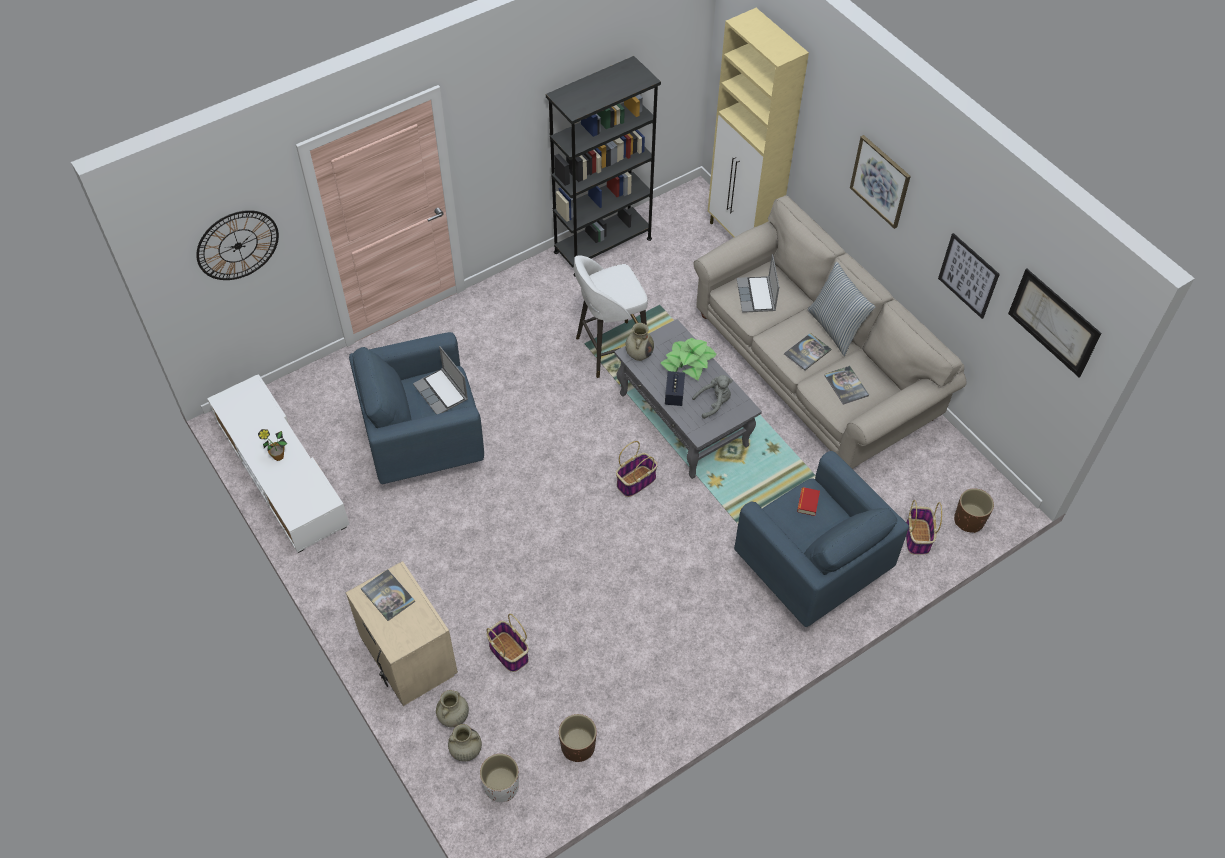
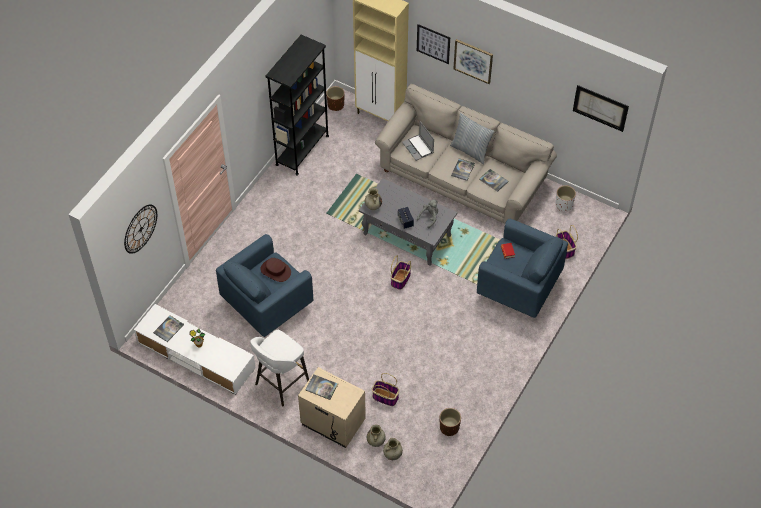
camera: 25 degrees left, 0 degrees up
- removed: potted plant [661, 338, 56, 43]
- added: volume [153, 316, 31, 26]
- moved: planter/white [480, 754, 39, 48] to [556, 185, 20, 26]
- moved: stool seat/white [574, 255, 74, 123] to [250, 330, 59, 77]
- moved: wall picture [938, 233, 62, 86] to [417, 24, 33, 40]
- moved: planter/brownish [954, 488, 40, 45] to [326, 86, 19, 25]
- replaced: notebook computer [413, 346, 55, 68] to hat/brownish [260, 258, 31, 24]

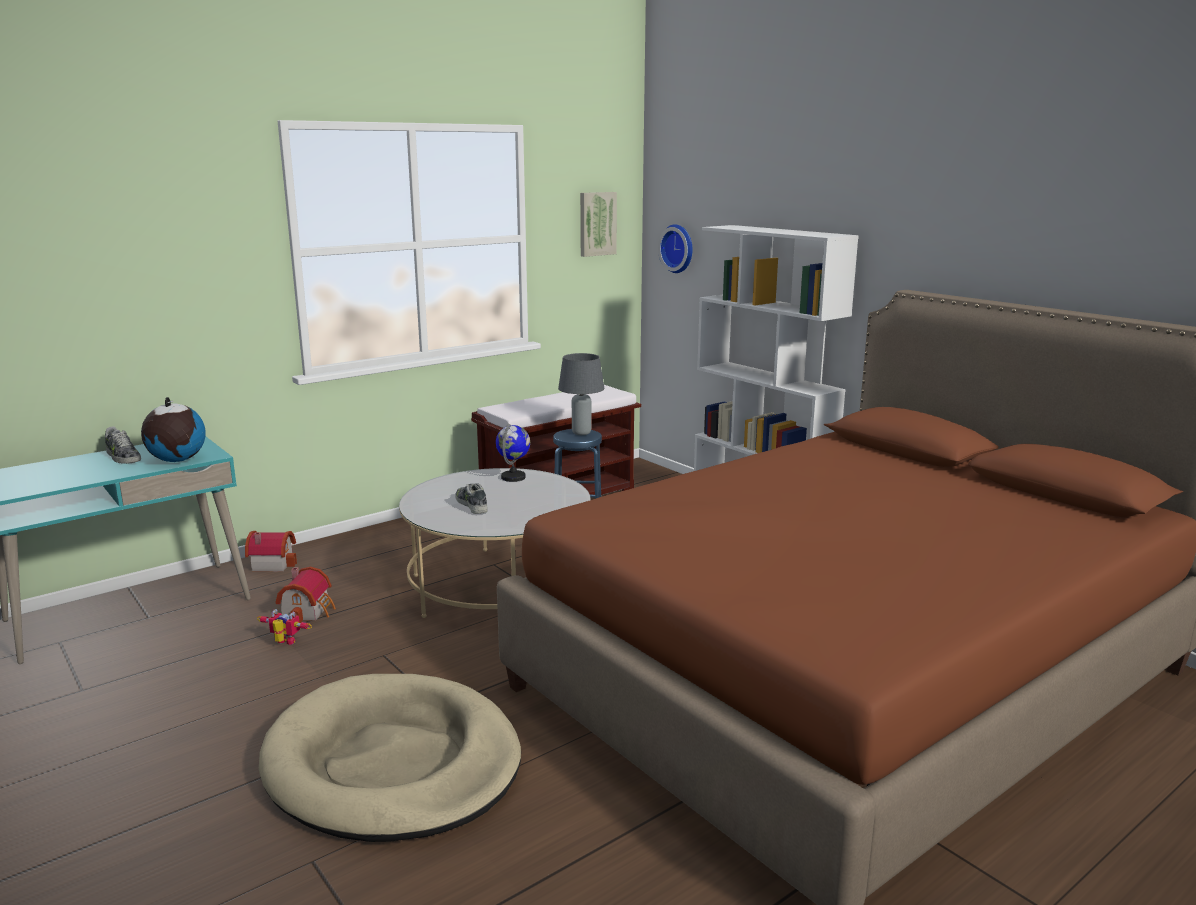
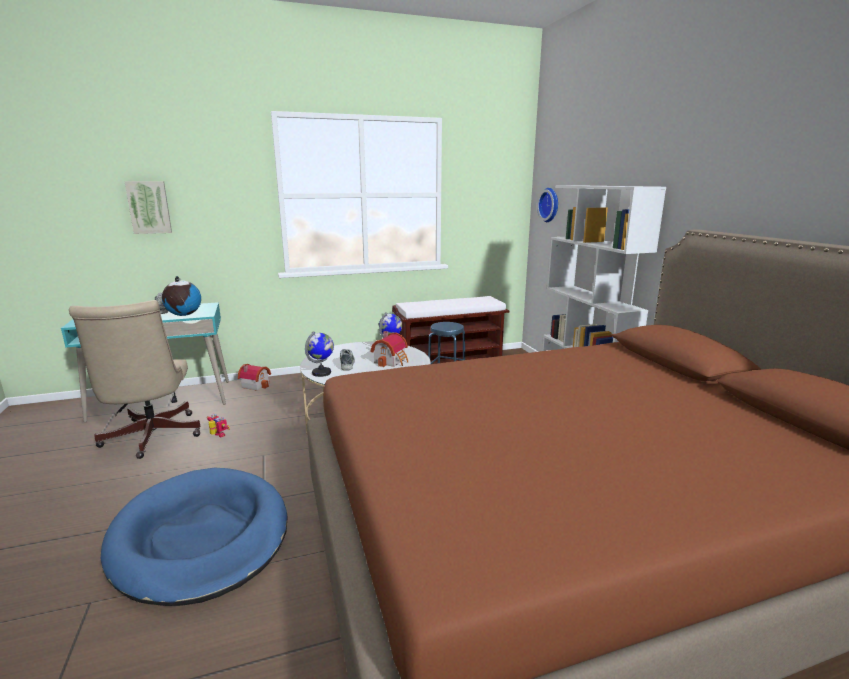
camera: 20 degrees right, 0 degrees up
- removed: table lamp/greyish [558, 353, 47, 82]
- added: office chair/beige-coloured [69, 300, 131, 159]
- added: globe [305, 331, 29, 46]
- moved: model house [276, 567, 60, 56] to [370, 331, 38, 36]
- moved: wall picture [580, 192, 37, 65] to [124, 181, 48, 53]
- recoloured: dog bed/beige-coloured [259, 674, 262, 168] to dog bed/bluish [101, 467, 187, 139]

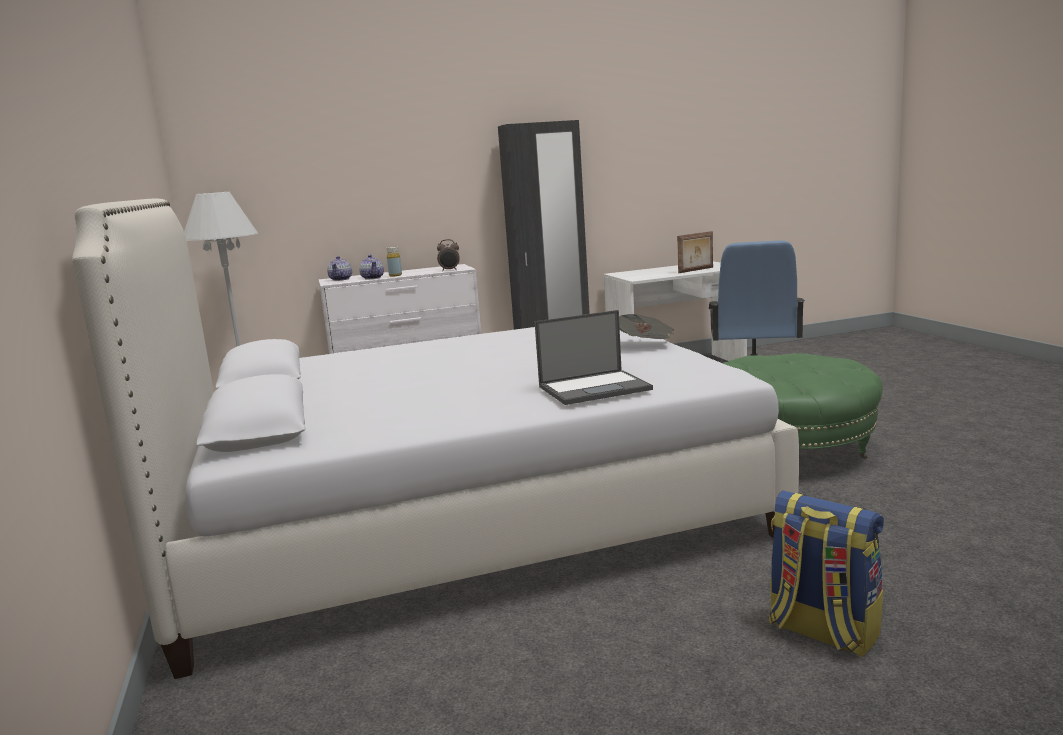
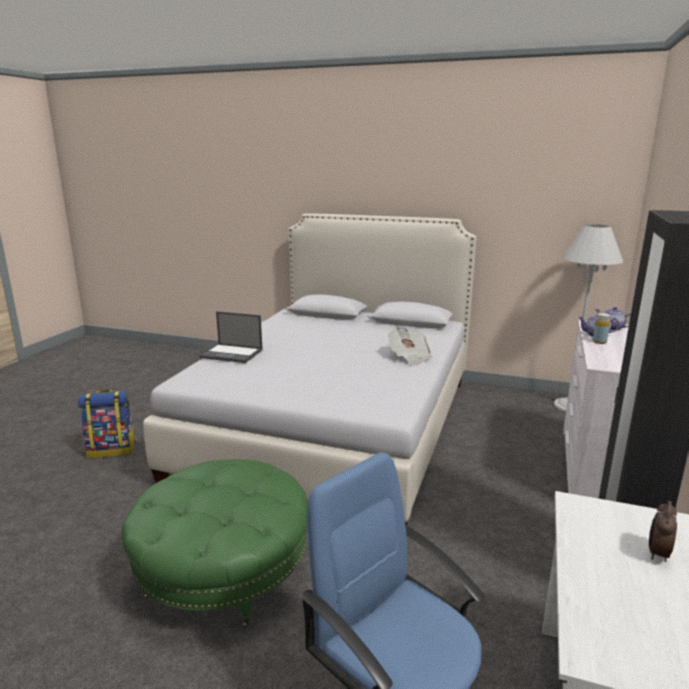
camera: 125 degrees right, 5 degrees up
- removed: photo frame [677, 231, 36, 42]
- moved: alarm clock [437, 239, 23, 32] to [649, 501, 28, 61]
- moved: printed paper [619, 314, 55, 25] to [388, 326, 44, 40]
- turned: notebook computer [535, 310, 118, 95] = [199, 311, 64, 52] 90 degrees counterclockwise

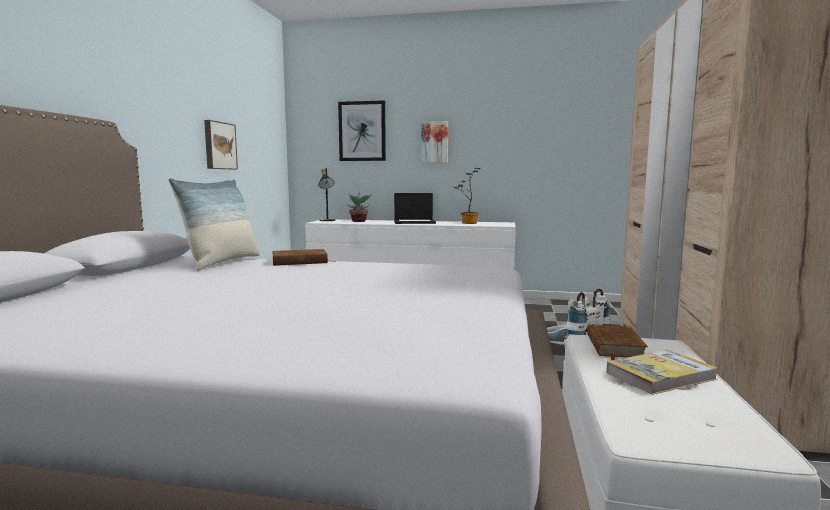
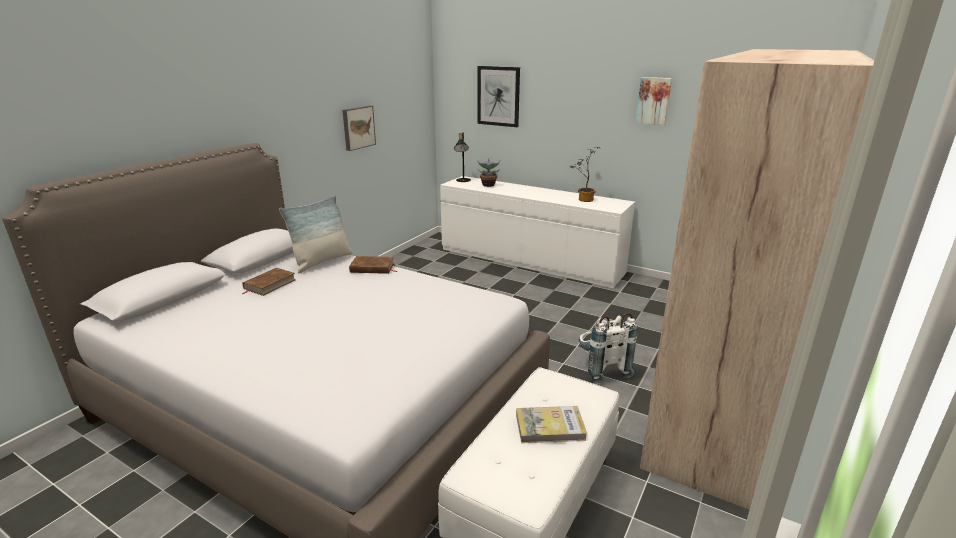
camera: 20 degrees right, 15 degrees up
- removed: notebook computer [394, 193, 42, 31]
- moved: wall picture [421, 121, 27, 42] to [636, 77, 36, 48]
- moved: volume/brownish [587, 324, 61, 36] to [242, 268, 54, 28]

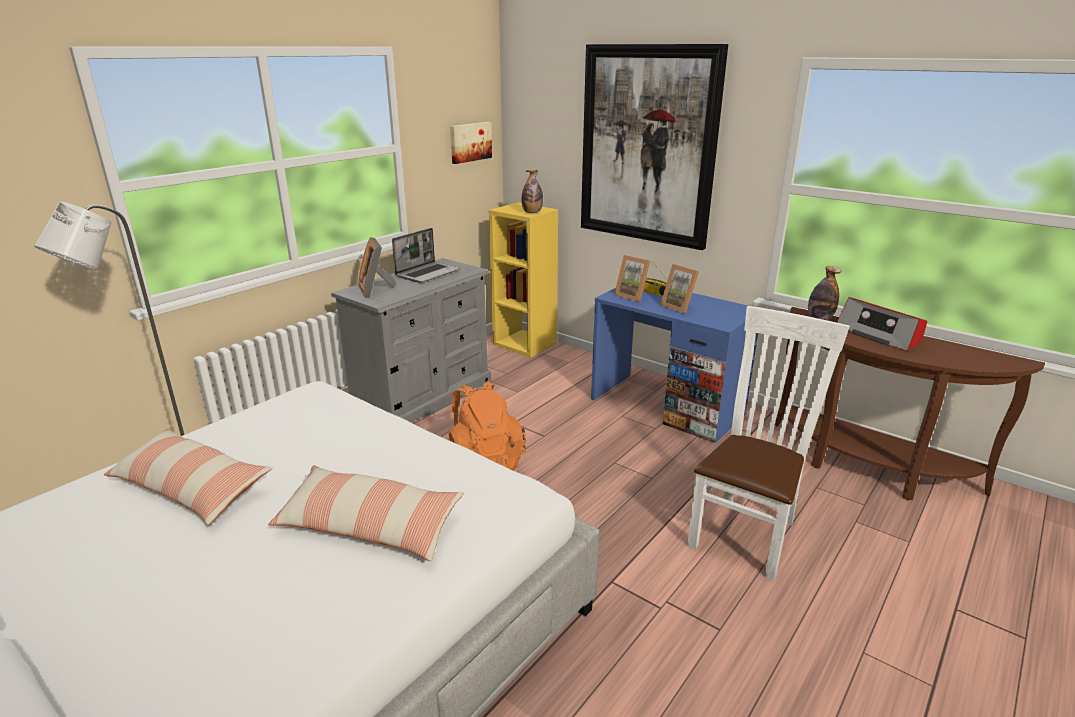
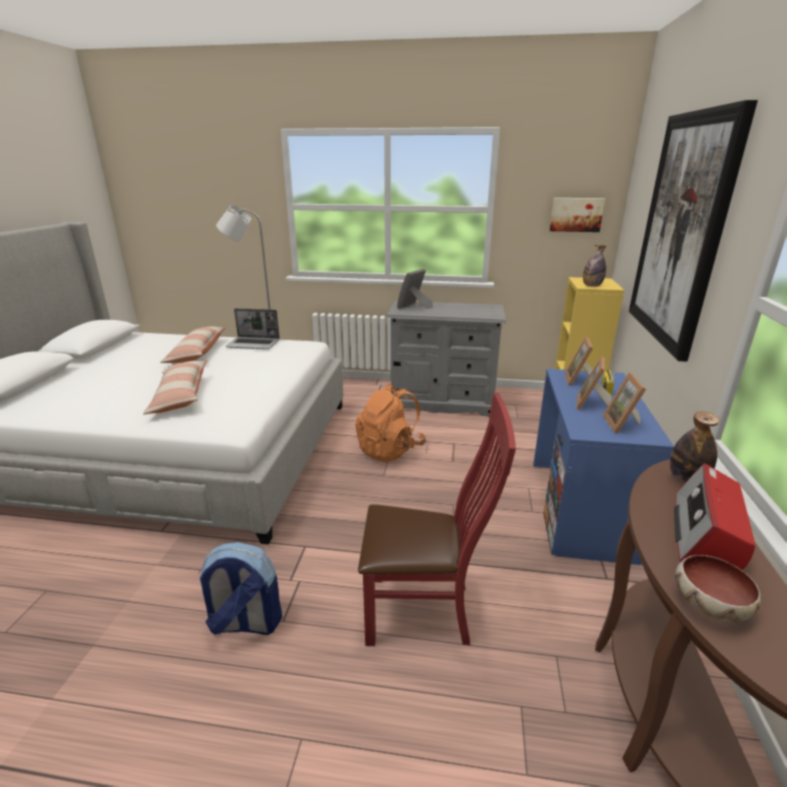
camera: 60 degrees right, 0 degrees up
- added: rucksack [198, 542, 84, 93]
- added: photo frame [603, 373, 43, 61]
- added: bowl [675, 555, 86, 67]
- moved: notebook computer [392, 228, 68, 55] to [226, 308, 54, 41]
- recoloured: upright chair/white [687, 306, 163, 275] to upright chair/red-coloured [358, 393, 158, 253]

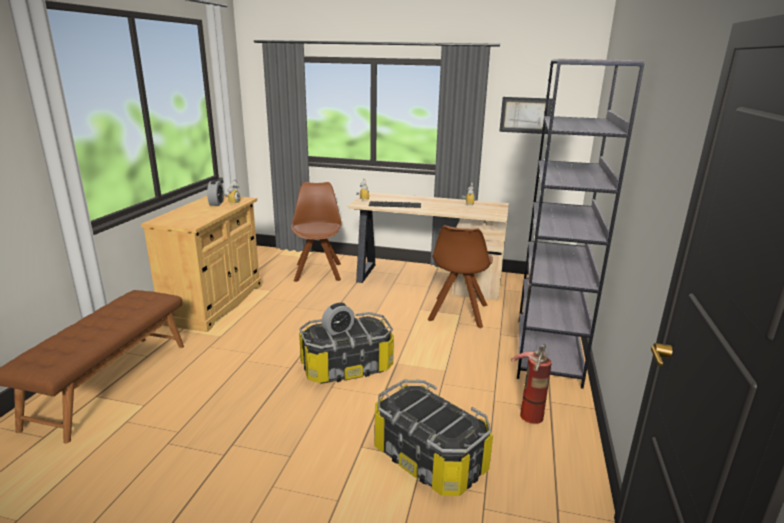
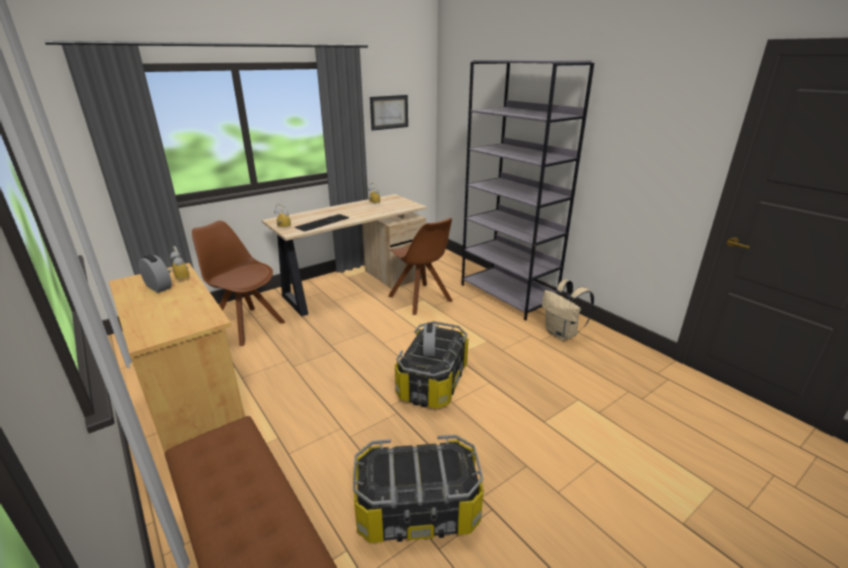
camera: 50 degrees left, 5 degrees up
- moved: storage container [374, 380, 119, 116] to [353, 435, 131, 108]
- replaced: fire-fighting cylinder [511, 344, 40, 80] to rucksack/beige-coloured [542, 279, 52, 62]

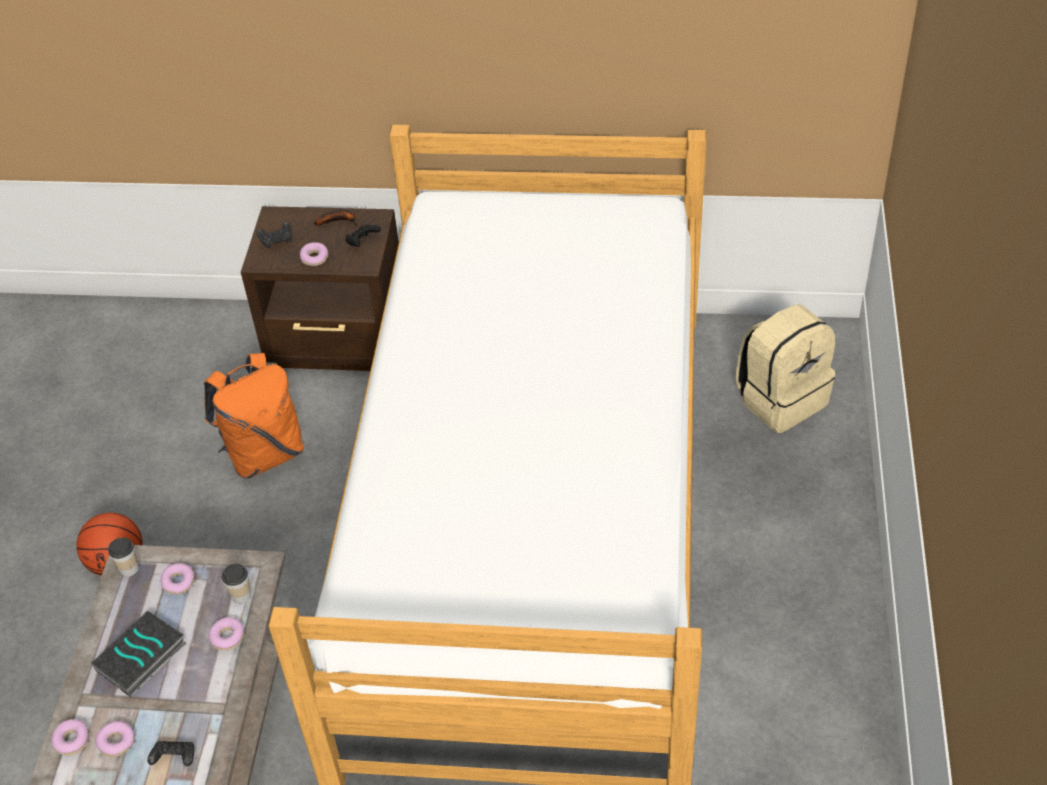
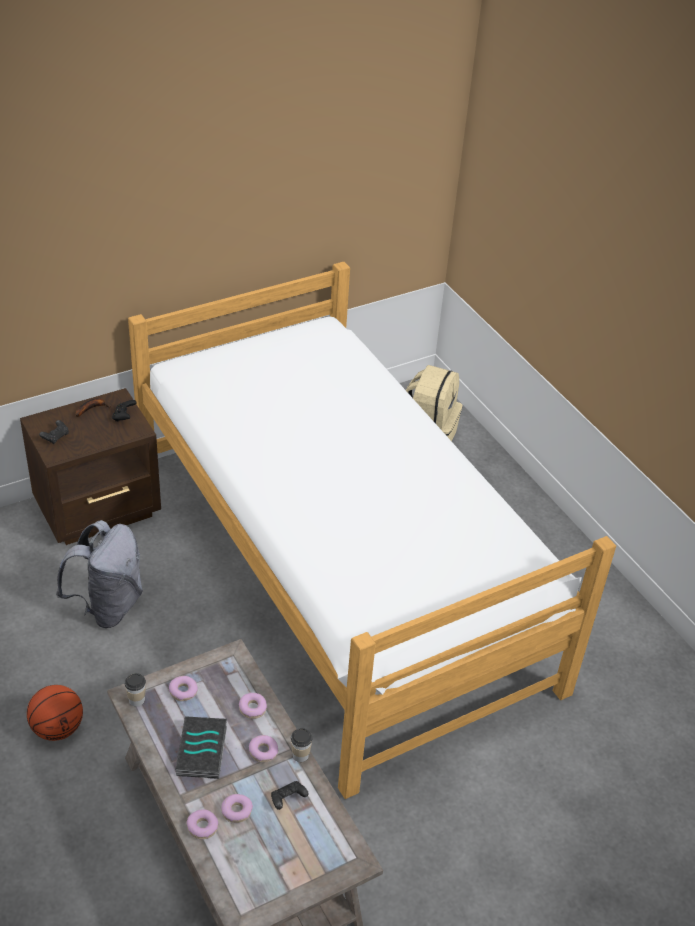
camera: 40 degrees left, 5 degrees down
- moved: small cup [222, 564, 29, 39] to [291, 728, 21, 34]
- moved: doughnut [300, 242, 28, 24] to [249, 735, 29, 27]
- recoloured: rucksack/orange [204, 353, 100, 126] to rucksack/greyish [56, 520, 87, 108]

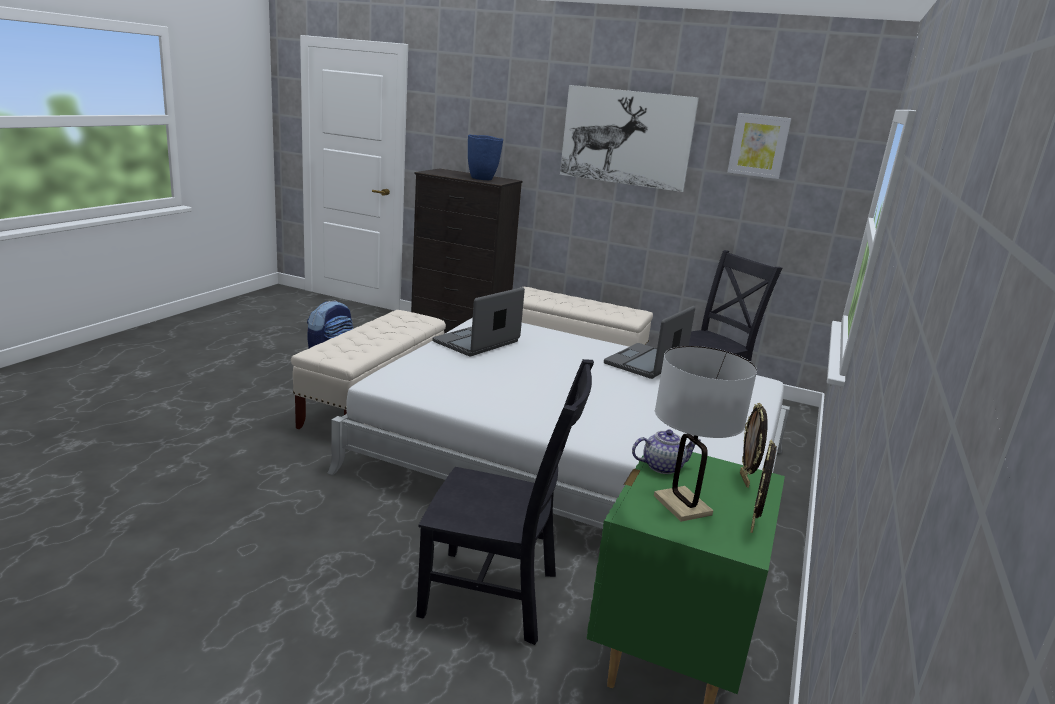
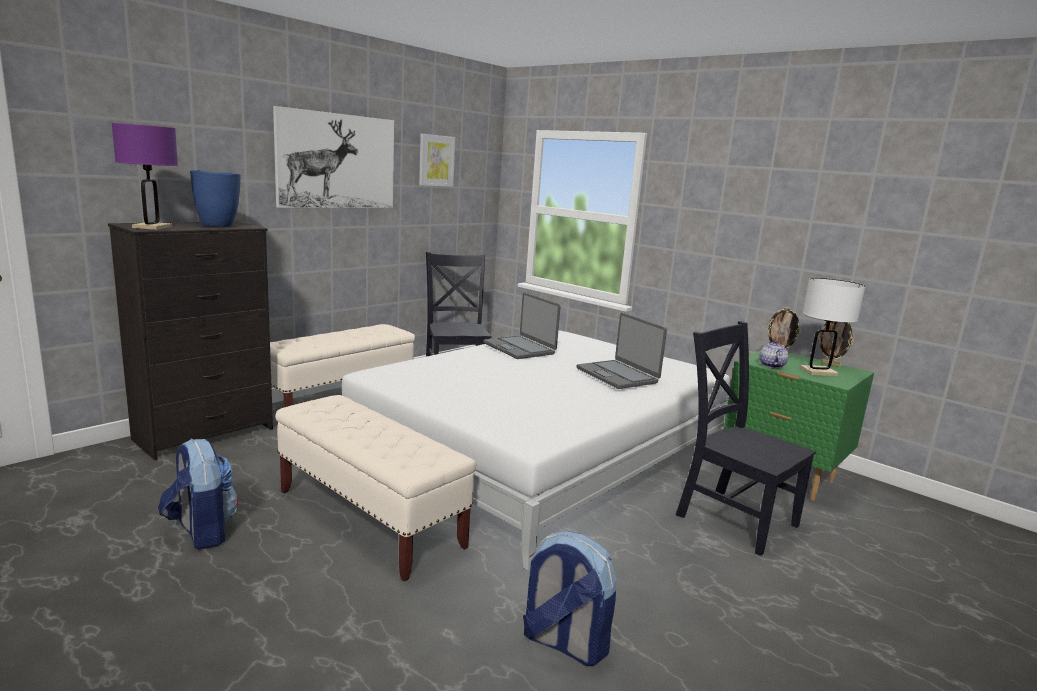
camera: 70 degrees left, 5 degrees down
- added: table lamp/purple-coloured [112, 123, 66, 107]
- added: rucksack [523, 531, 93, 135]
- moved: notebook computer [432, 287, 93, 69] to [576, 313, 91, 76]
- turned: upright chair/blackish [416, 359, 178, 286] = [676, 321, 140, 235] 75 degrees counterclockwise

